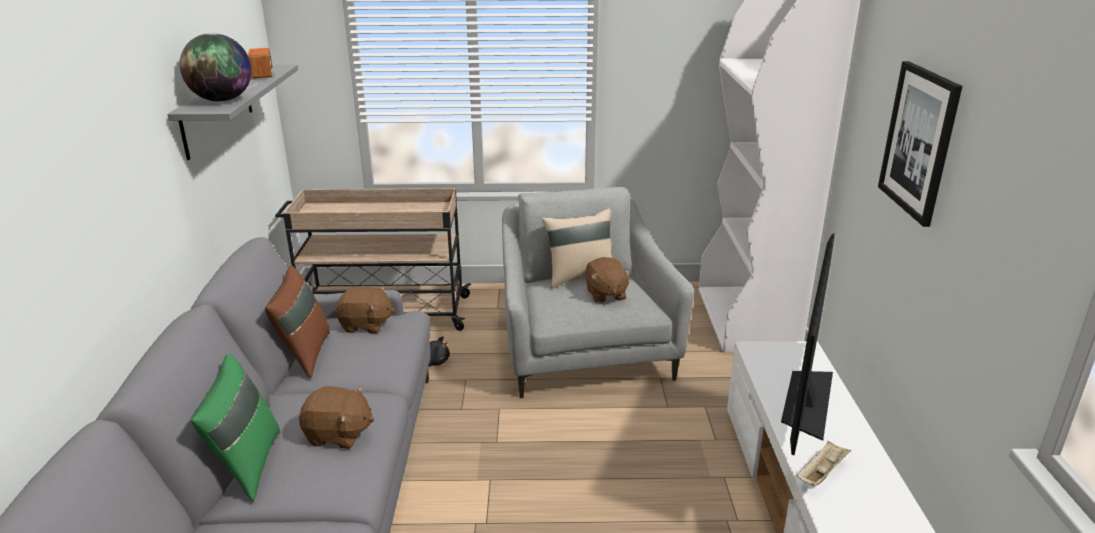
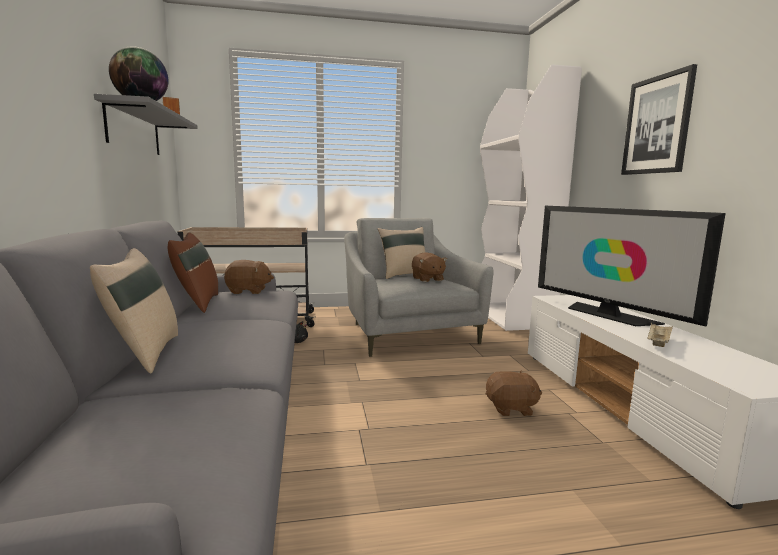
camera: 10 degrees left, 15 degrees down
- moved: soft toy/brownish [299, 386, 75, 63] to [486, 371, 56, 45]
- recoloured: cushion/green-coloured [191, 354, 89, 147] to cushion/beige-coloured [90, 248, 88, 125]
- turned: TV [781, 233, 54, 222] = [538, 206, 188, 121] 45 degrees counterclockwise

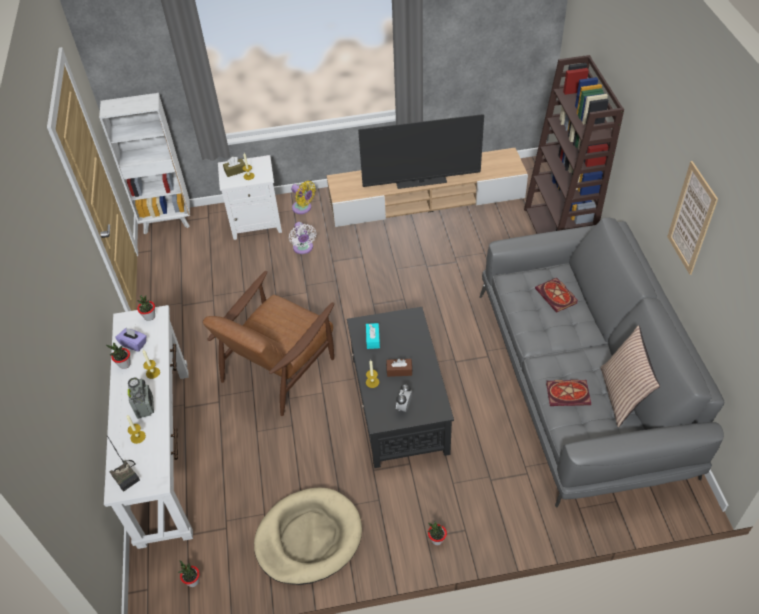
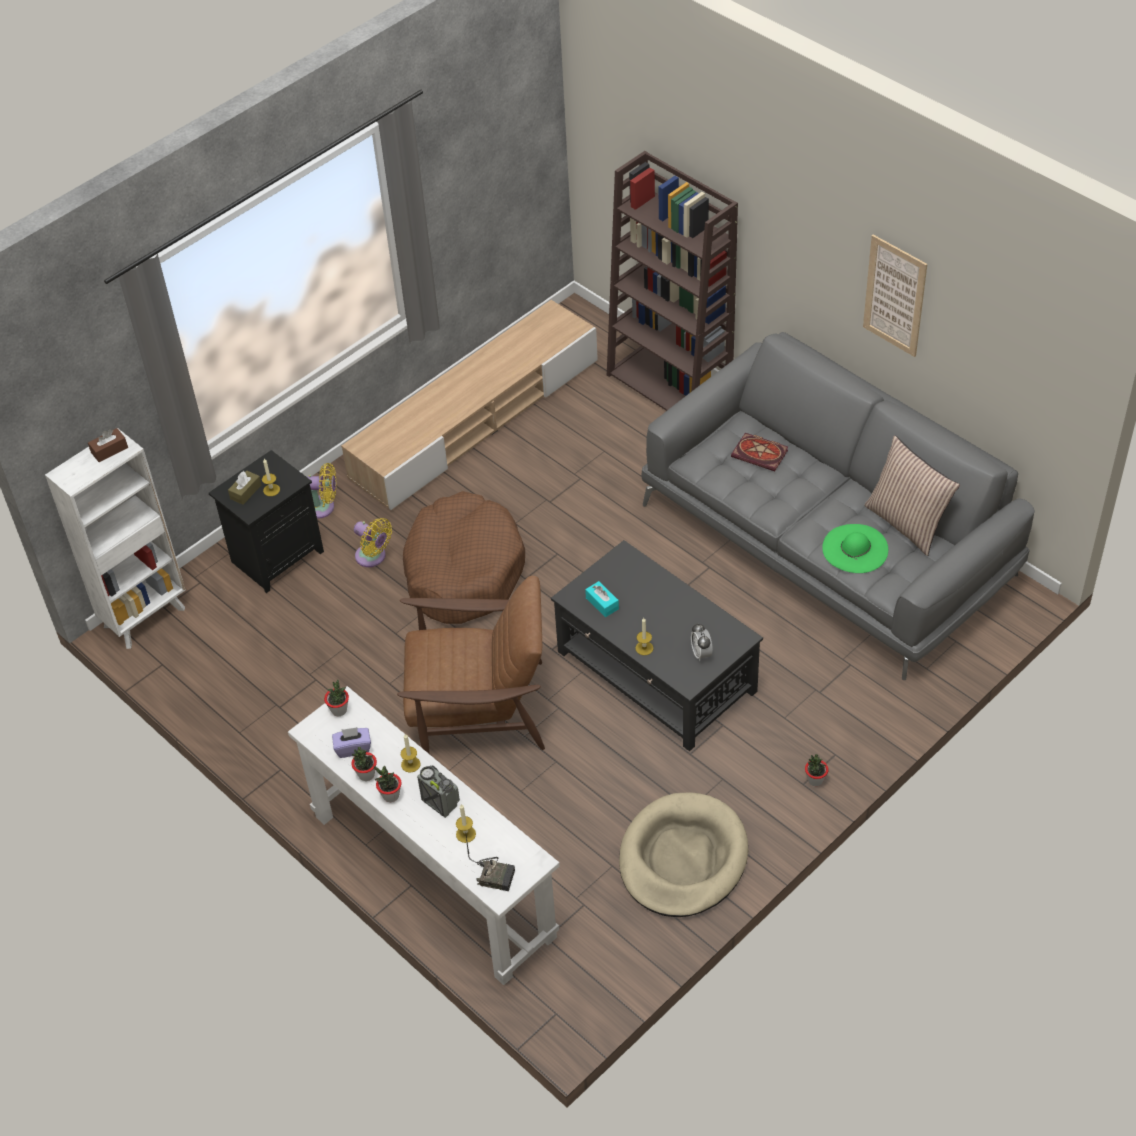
camera: 35 degrees left, 0 degrees up
- removed: TV [358, 114, 126, 75]
- added: dog bed/brownish [403, 491, 122, 133]
- moved: potted plant [178, 560, 21, 27] to [374, 766, 28, 36]
- moved: tissue holder/brownish [386, 359, 26, 18] to [88, 428, 40, 34]
- replaced: volume [546, 379, 45, 27] to hat/green-coloured [822, 524, 66, 49]
- recoloured: night table/white [218, 155, 64, 85] to night table/blackish [209, 450, 115, 143]
- recoloured: cooling fan/white [289, 222, 28, 32] to cooling fan/yellow-coloured [354, 518, 38, 49]
- turned: lounge chair/brownish [203, 271, 131, 145] = [397, 576, 148, 178] 90 degrees counterclockwise

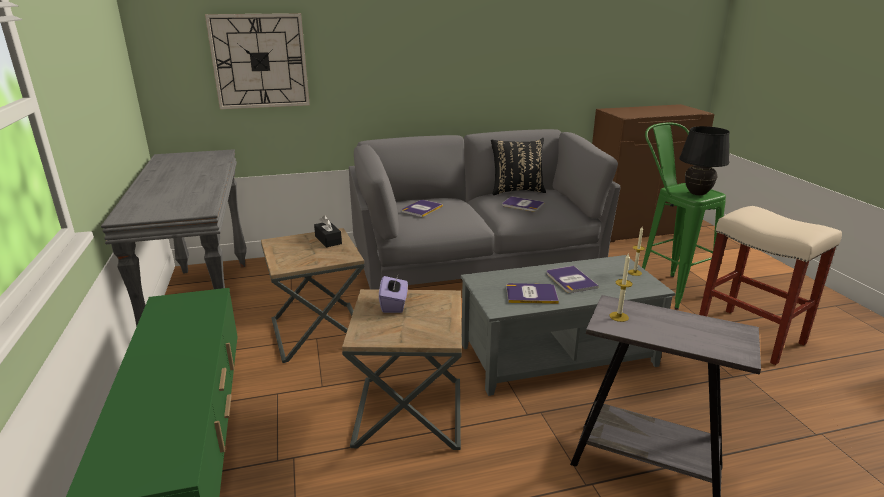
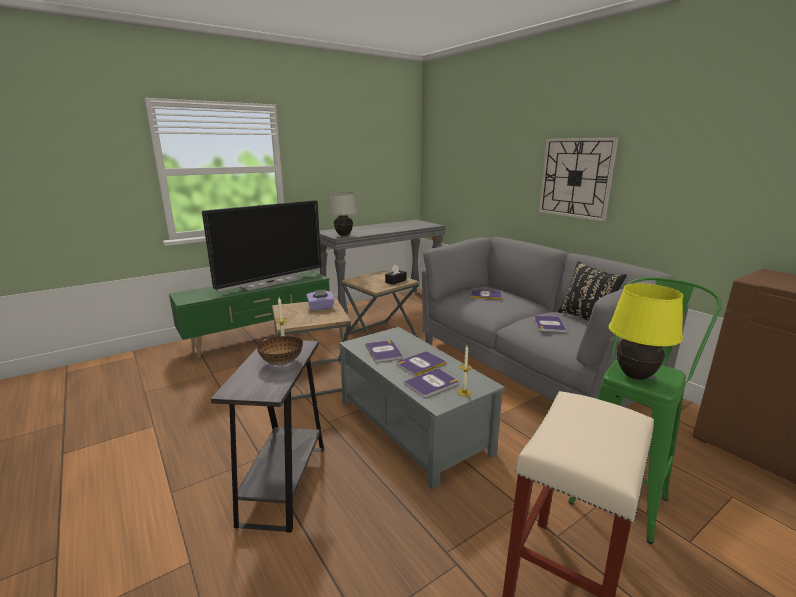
camera: 70 degrees right, 5 degrees down
- added: TV [202, 200, 120, 92]
- added: bowl [257, 336, 46, 29]
- added: table lamp/white [328, 192, 30, 44]
- added: volume [404, 368, 54, 29]
- moved: hanging clock [205, 13, 105, 96] to [539, 137, 80, 85]
- recoloured: table lamp/blackish [679, 126, 51, 69] to table lamp/yellow-coloured [608, 283, 75, 97]

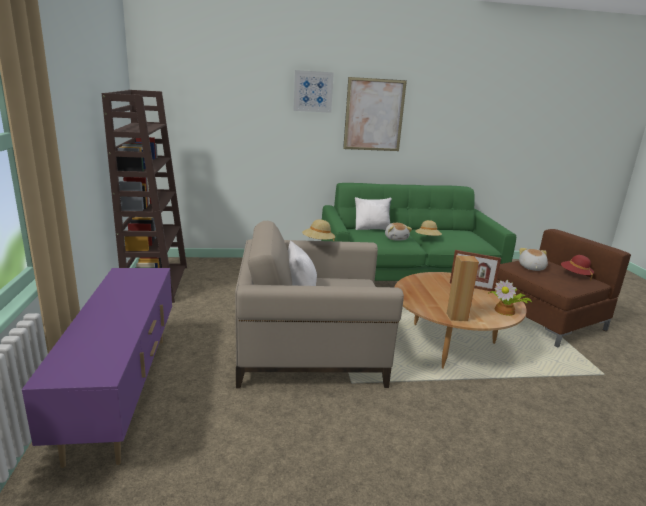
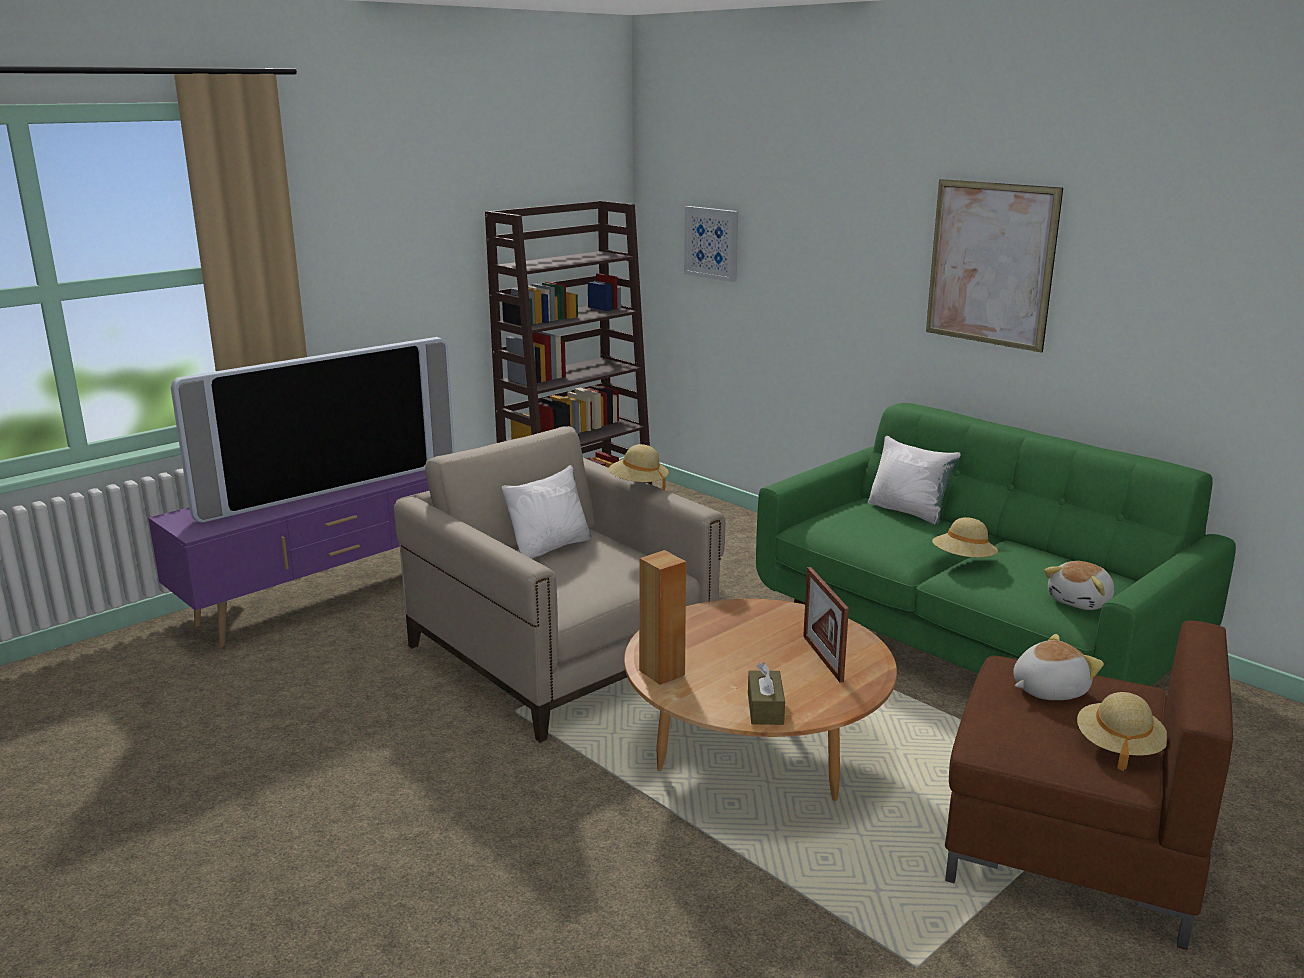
camera: 55 degrees right, 0 degrees up
- added: TV [171, 337, 284, 186]
- moved: wall picture [293, 70, 41, 43] to [684, 206, 54, 76]
- moved: soft toy [385, 223, 27, 17] to [1044, 561, 70, 49]
- replaced: potted plant [488, 280, 44, 36] to tissue holder/brownish [748, 662, 37, 63]
- recoloured: hat/red-coloured [561, 255, 33, 26] to hat/beige-coloured [1077, 692, 90, 79]

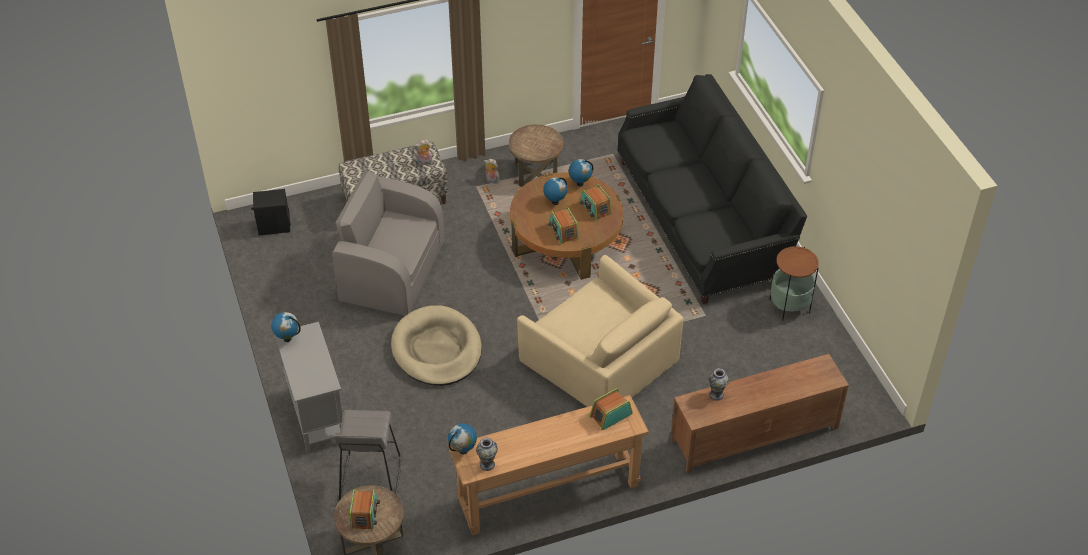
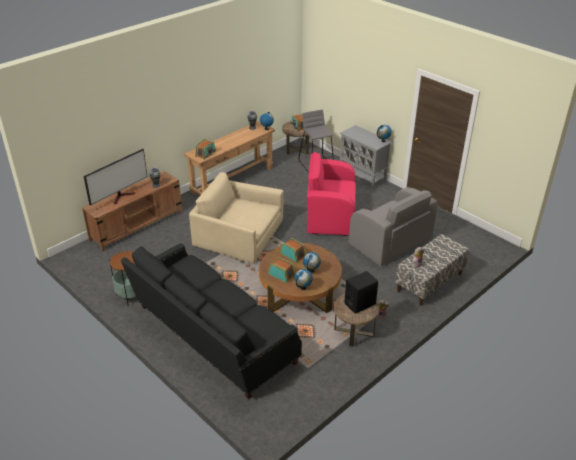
camera: 155 degrees right, 10 degrees down
- added: TV [84, 148, 63, 57]
- moved: loudspeaker/blackish [251, 189, 40, 46] to [344, 271, 34, 43]
- replaced: dog bed/beige-coloured [391, 305, 91, 81] to lounge chair/pink [307, 152, 48, 84]
- turned: lounge chair/greyish [332, 171, 113, 144] = [348, 187, 90, 79] 60 degrees clockwise

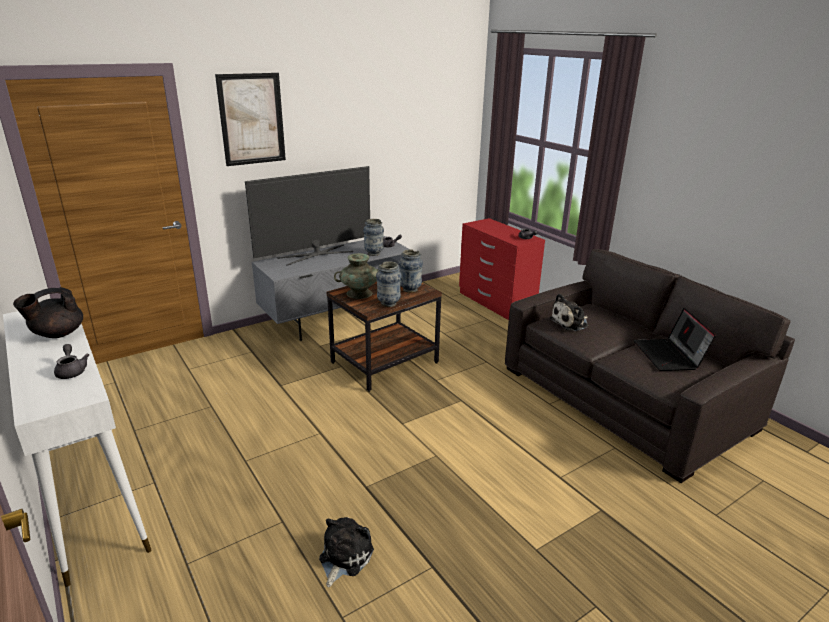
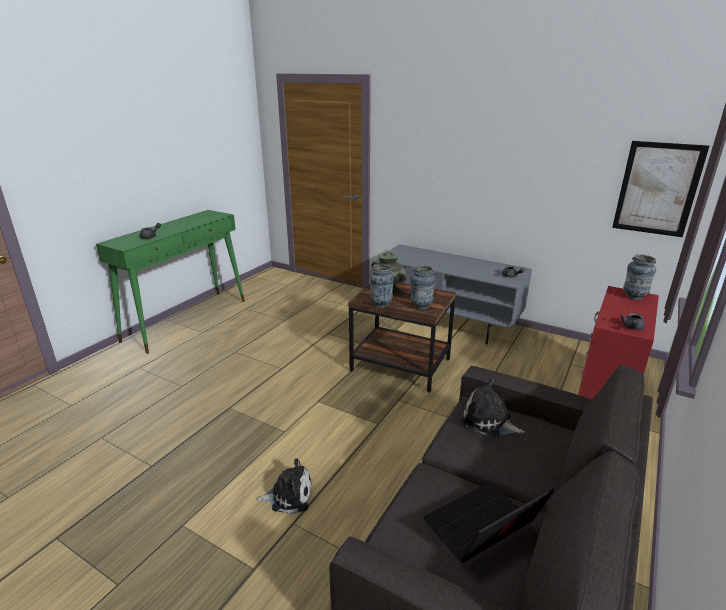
camera: 65 degrees right, 0 degrees up
- removed: tea pot/blackish [13, 287, 70, 51]
- removed: TV [245, 166, 125, 100]
- moved: wall picture [215, 73, 71, 93] to [612, 141, 97, 96]
- moved: soft toy [319, 517, 55, 70] to [256, 458, 56, 56]
- moved: decorative vase [363, 219, 21, 37] to [623, 254, 33, 46]
- recoloured: hall table/white [3, 311, 149, 276] to hall table/green-coloured [96, 210, 149, 144]

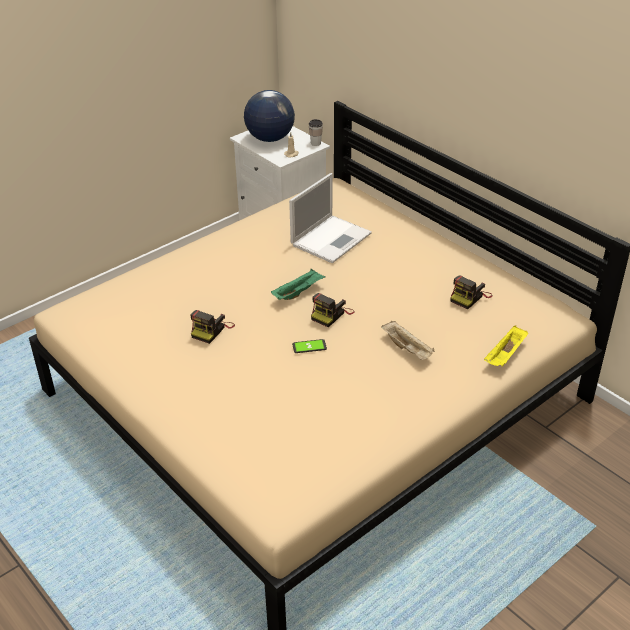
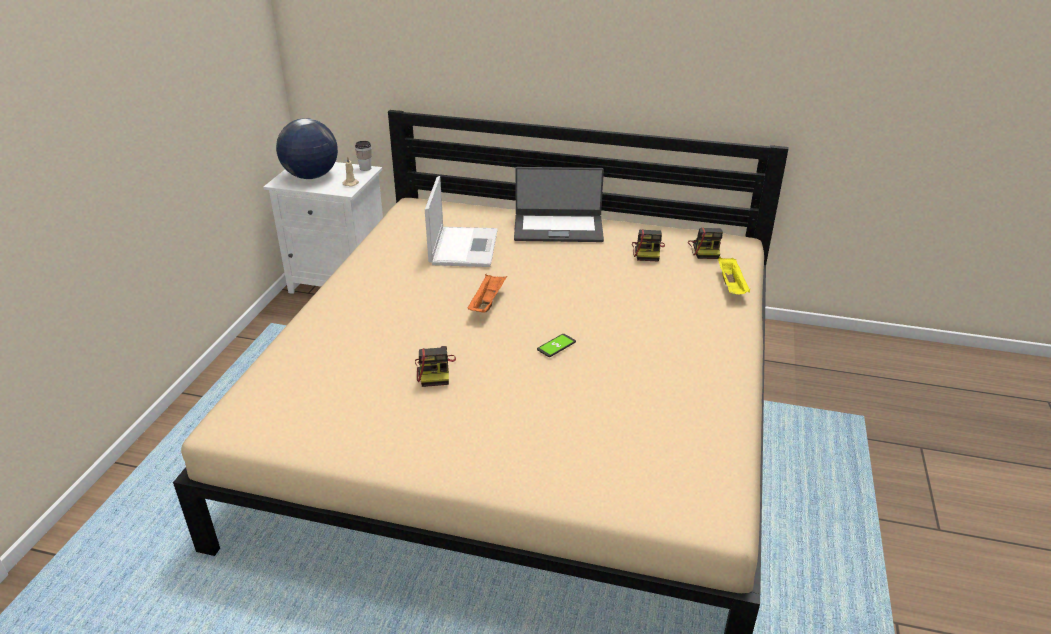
camera: 35 degrees left, 5 degrees down
- removed: carrying tray/beige-coloured [381, 321, 54, 39]
- added: notebook computer [514, 167, 90, 75]
- moved: photo camera [311, 293, 44, 34] to [688, 228, 35, 31]
- recoloured: carrying tray/green-coloured [271, 269, 55, 31] to carrying tray/orange [468, 274, 39, 39]

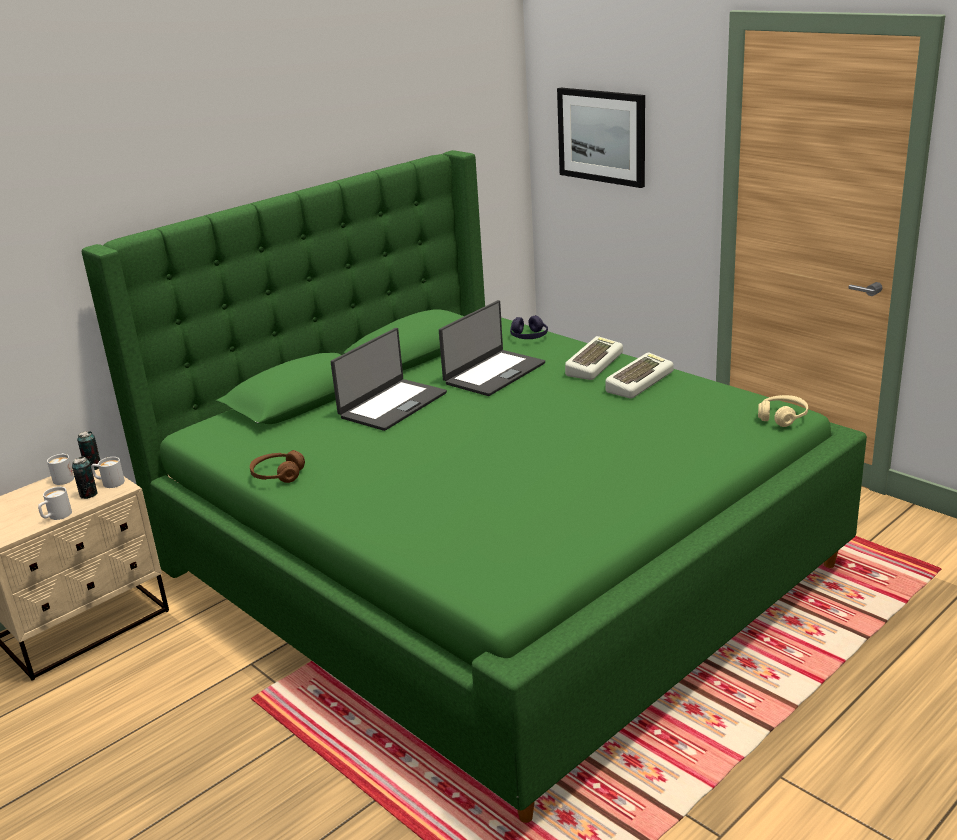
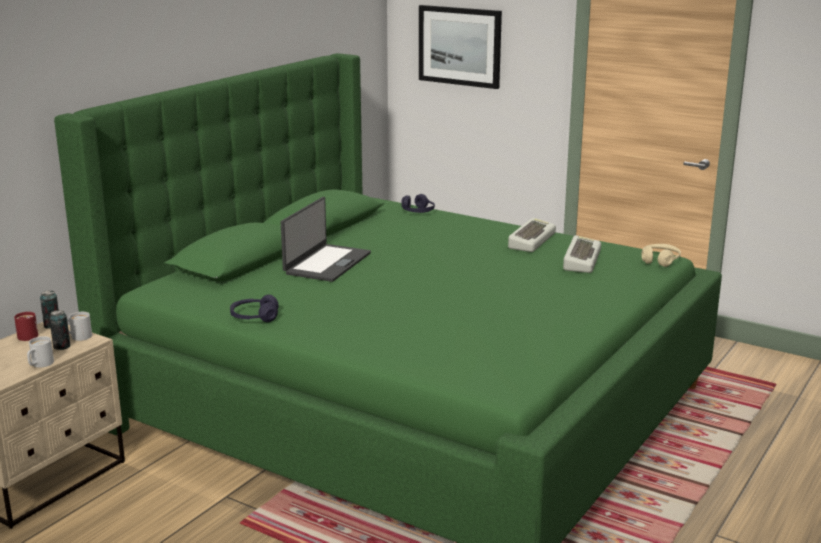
camera: 15 degrees left, 5 degrees down
- removed: notebook computer [439, 300, 106, 96]
- moved: keyboard [565, 336, 58, 44] to [563, 235, 38, 38]
- recoloured: mug/white [47, 453, 27, 32] to mug/red-coloured [14, 312, 24, 29]
- recoloured: headset/brownish [250, 450, 55, 33] to headset/purple-coloured [230, 294, 49, 28]

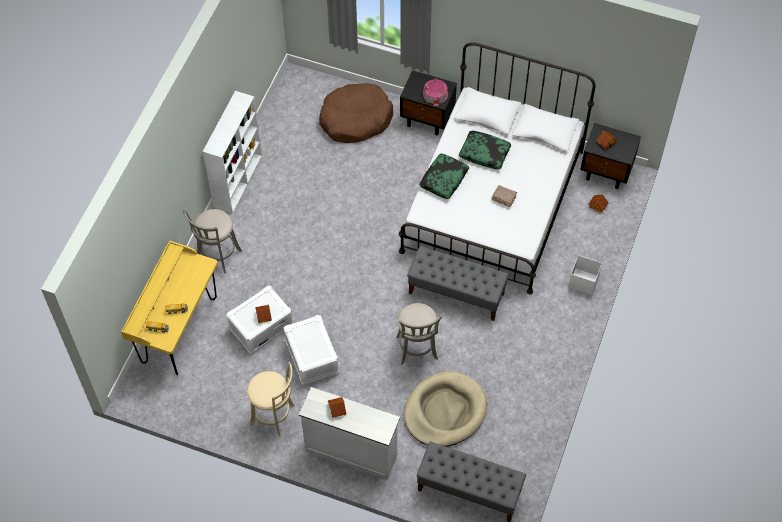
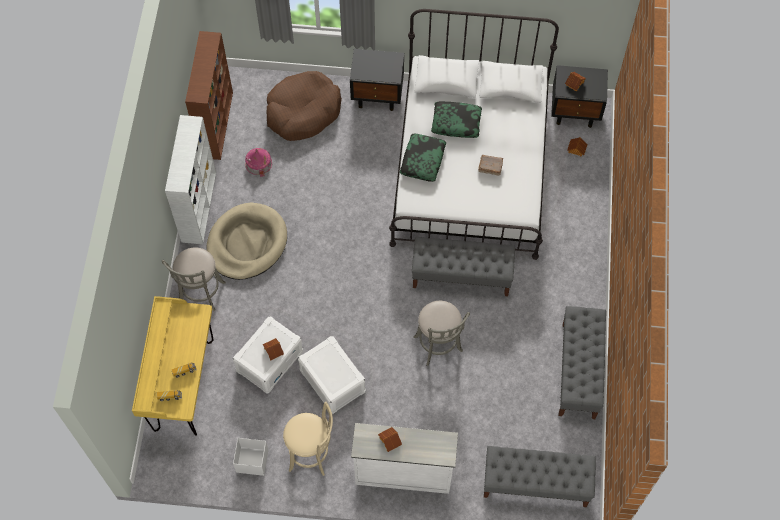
camera: 15 degrees left, 5 degrees up
- added: shelving unit/brownish [185, 31, 48, 129]
- added: indoor bench/greyish [559, 306, 47, 113]
- moved: dog bed/beige-coloured [404, 371, 83, 76] to [206, 202, 81, 78]
- moved: model house [423, 78, 25, 28] to [245, 148, 27, 29]
- moved: storage container/white [568, 255, 34, 40] to [233, 438, 35, 38]

